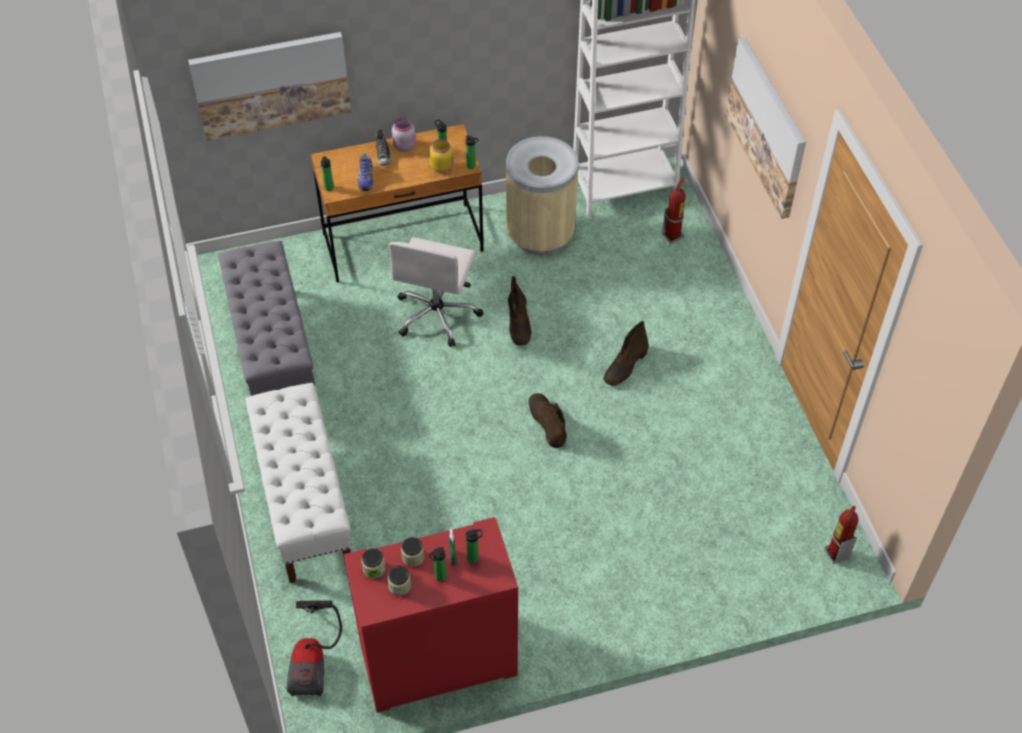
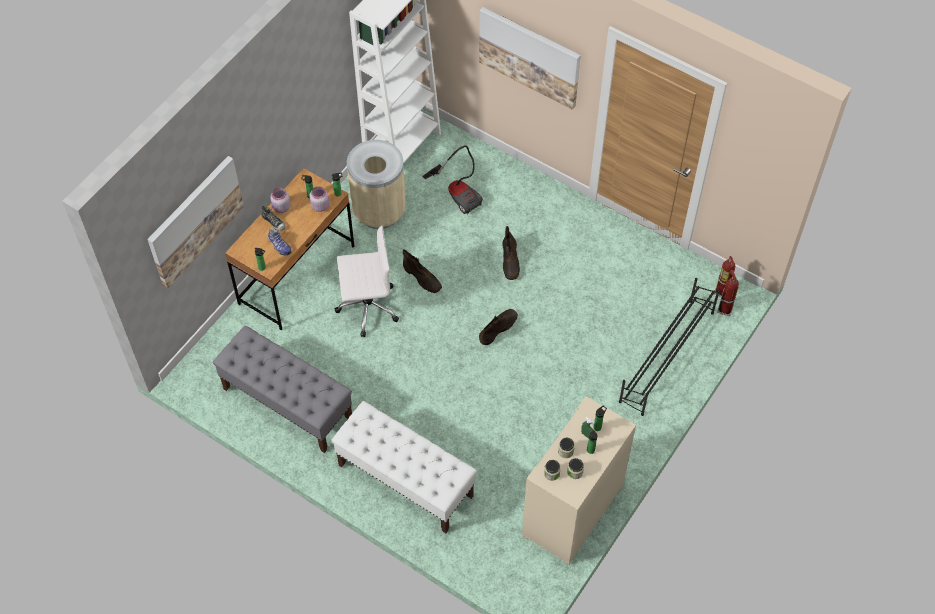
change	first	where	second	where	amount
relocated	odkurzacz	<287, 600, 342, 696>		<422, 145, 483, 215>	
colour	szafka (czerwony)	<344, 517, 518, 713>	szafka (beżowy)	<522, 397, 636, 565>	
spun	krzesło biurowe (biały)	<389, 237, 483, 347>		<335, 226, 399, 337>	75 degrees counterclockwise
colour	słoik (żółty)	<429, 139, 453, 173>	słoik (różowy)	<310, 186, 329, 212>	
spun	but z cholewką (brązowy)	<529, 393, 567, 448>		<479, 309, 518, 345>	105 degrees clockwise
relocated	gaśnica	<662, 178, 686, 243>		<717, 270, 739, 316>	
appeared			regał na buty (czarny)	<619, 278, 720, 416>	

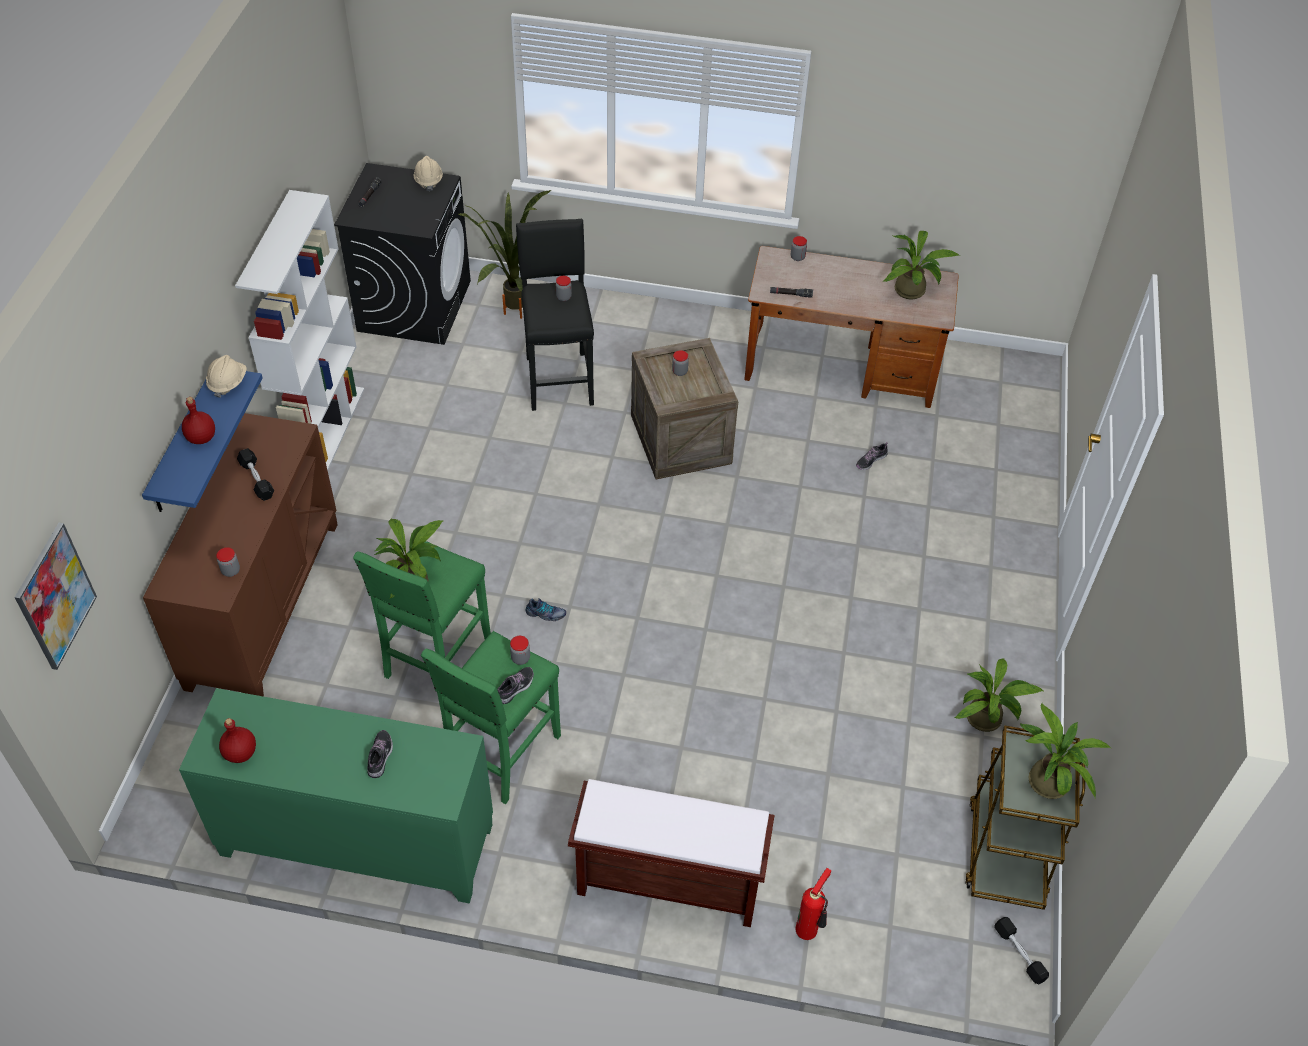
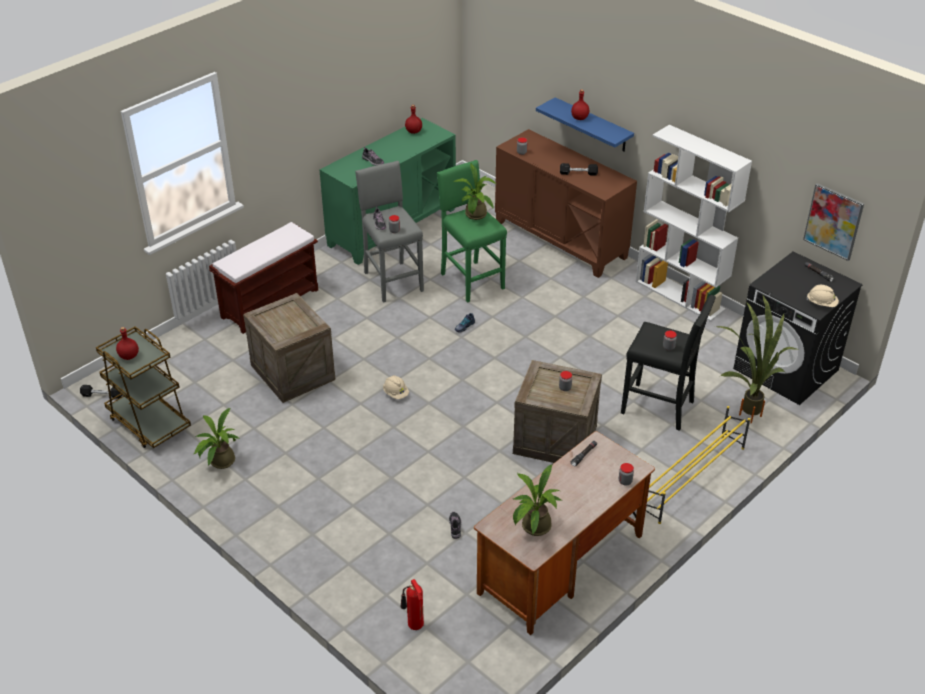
change	first	where	second	where	amount
relocated	obraz	<14, 523, 97, 670>		<803, 183, 864, 261>	
relocated	kask (beżowy)	<206, 355, 247, 398>		<383, 375, 409, 399>	
colour	stołek (zielony)	<421, 631, 561, 804>	stołek (szary)	<355, 161, 424, 303>	
relocated	gaśnica	<795, 868, 831, 940>		<401, 579, 424, 630>	
exchanged	roślina doniczkowa	<1020, 703, 1111, 799>	butelka (czerwony)	<116, 327, 139, 360>	
appeared			skrzynka	<243, 293, 335, 403>	
appeared			regał na buty (żółty)	<646, 406, 750, 524>	

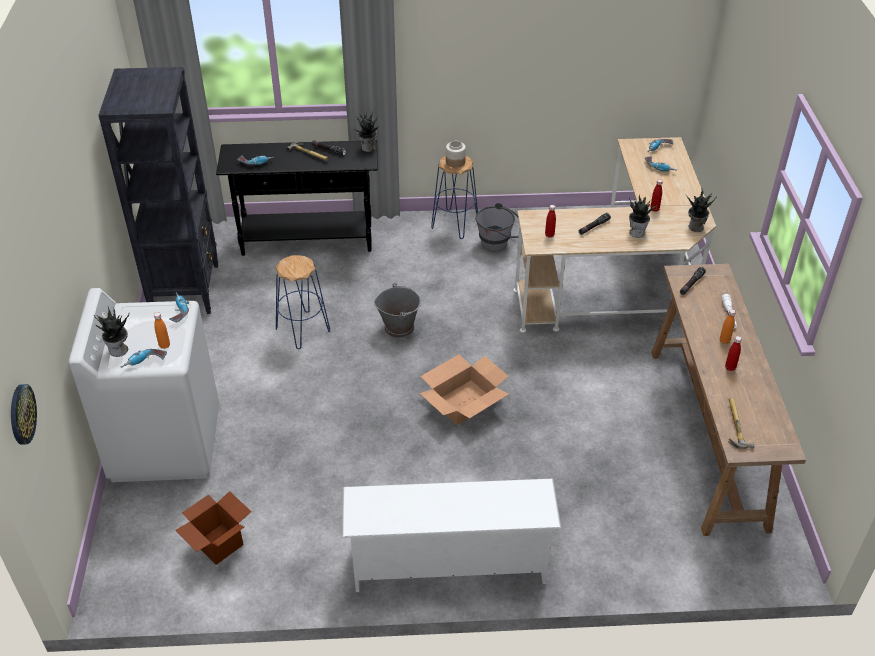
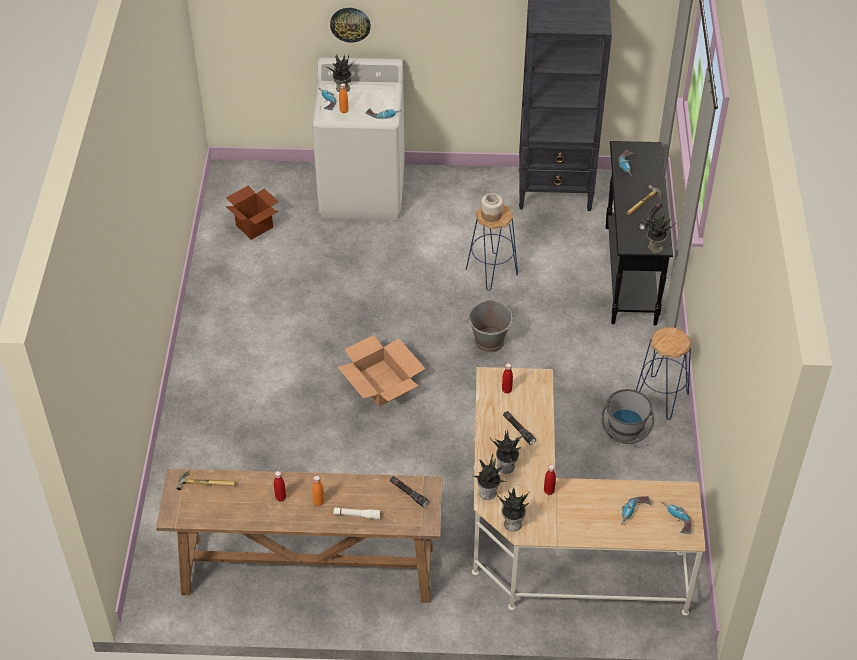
change	first	where	second	where	amount
relocated	zegar ścienny	<11, 384, 37, 445>		<330, 8, 371, 43>	
missing	regał na buty (biały)	<342, 478, 562, 592>			
relocated	słoik	<446, 141, 466, 168>		<481, 194, 503, 222>	
appeared			roślina doniczkowa	<472, 454, 507, 500>	

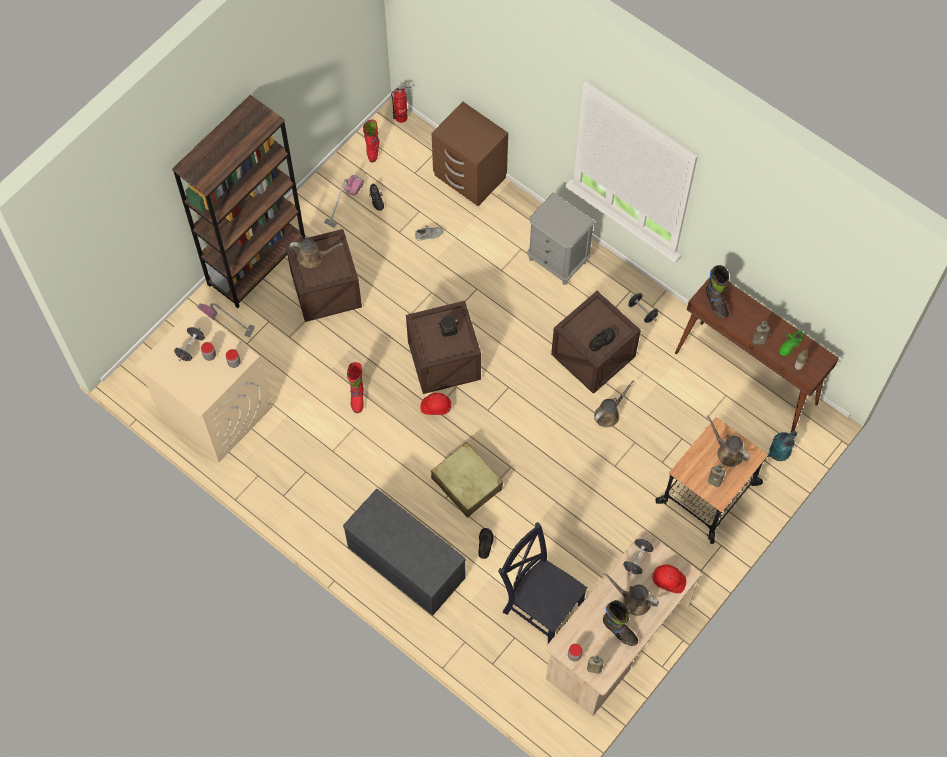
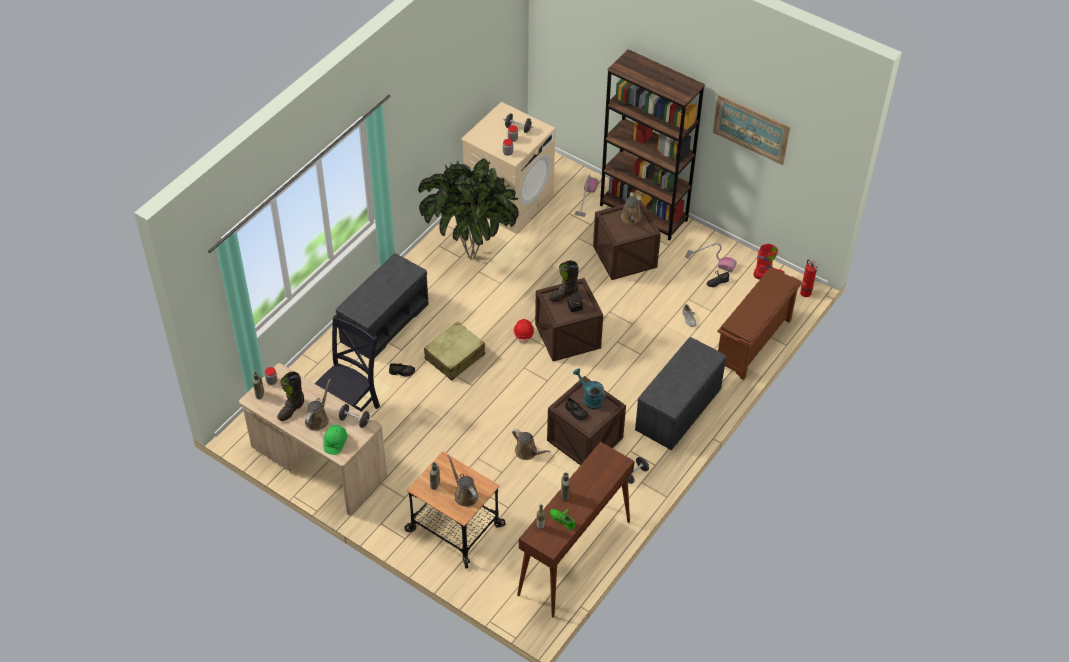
change	first	where	second	where	amount
missing	but z cholewką (czerwony)	<347, 362, 364, 413>			
exchanged	szafka nocna (brązowy)	<432, 102, 508, 206>	regał na buty (brązowy)	<717, 267, 802, 380>	
exchanged	szafka nocna (szary)	<527, 193, 595, 285>	ławka (szary)	<635, 337, 726, 450>	
colour	kask (czerwony)	<652, 564, 686, 593>	kask (zielony)	<323, 425, 348, 455>	
relocated	but z cholewką (czarny)	<705, 265, 729, 319>		<548, 260, 579, 302>	
spun	konewka (brązowy)	<707, 415, 750, 467>		<447, 455, 478, 507>	75 degrees counterclockwise
relocated	konewka (turkusowy)	<763, 430, 797, 462>		<573, 368, 606, 409>	
appeared			roślina doniczkowa	<418, 159, 519, 259>	
appeared			obraz	<713, 94, 790, 165>	

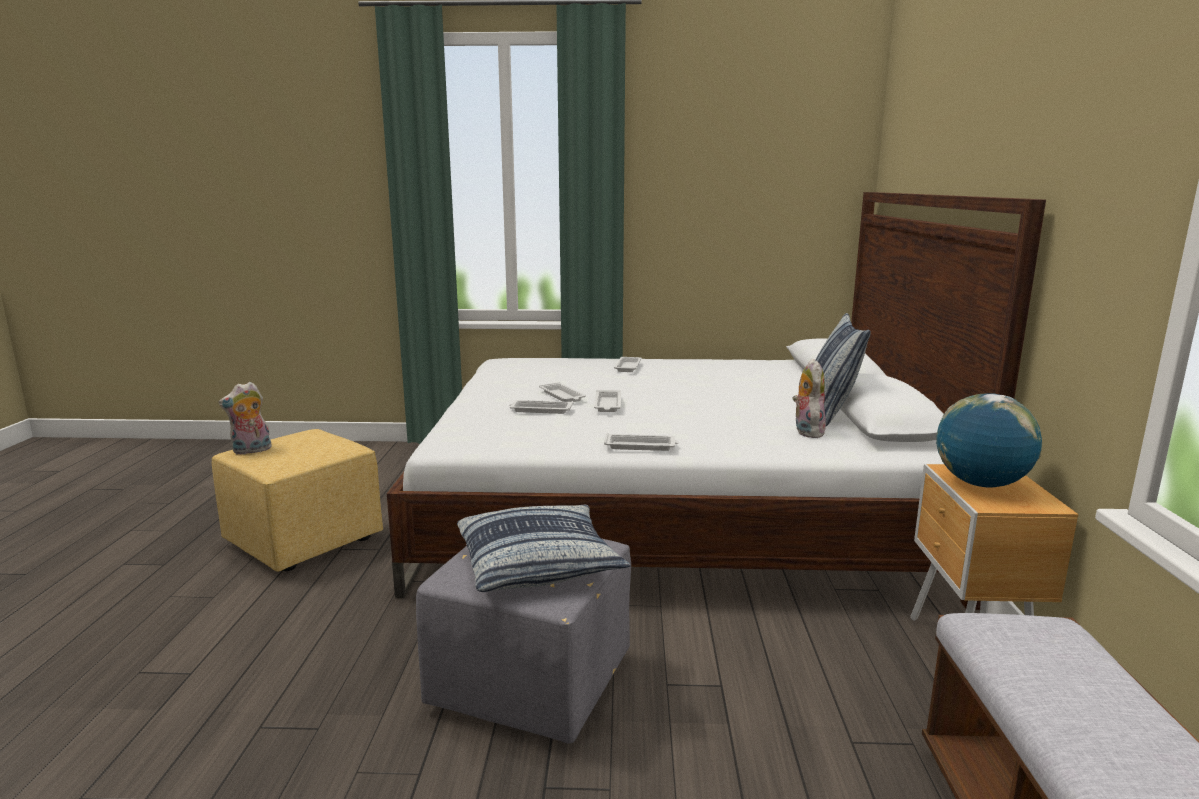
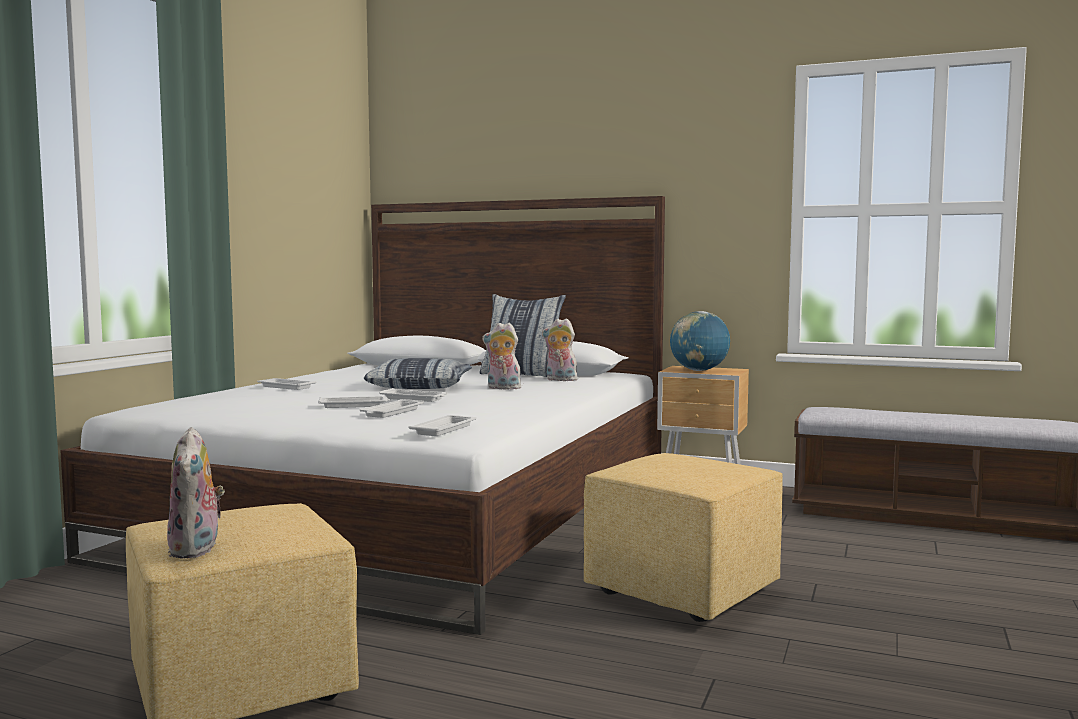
change	first	where	second	where	amount
colour	pufa (szary)	<416, 538, 631, 744>	pufa (żółty)	<584, 453, 783, 622>	
relocated	poduszka	<457, 505, 630, 592>		<364, 358, 472, 389>	
relocated	taca (biały)	<604, 433, 679, 451>		<409, 415, 477, 436>	
appeared			pluszak	<482, 323, 521, 390>	

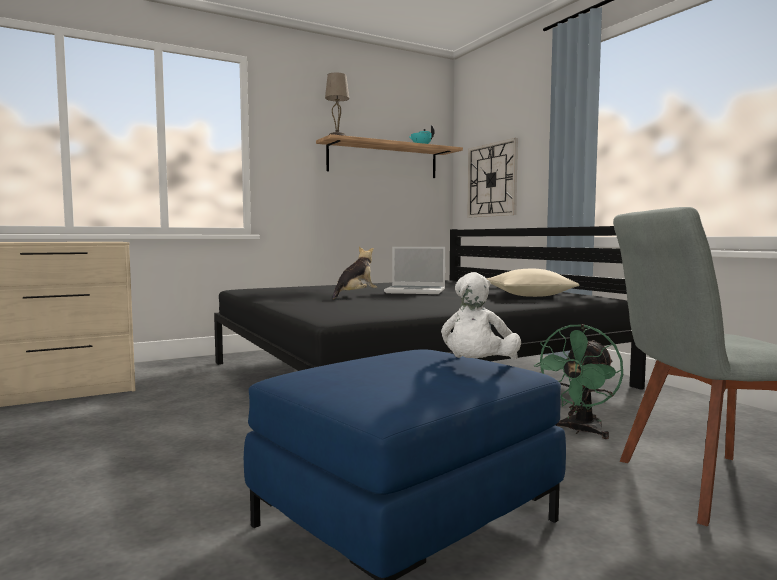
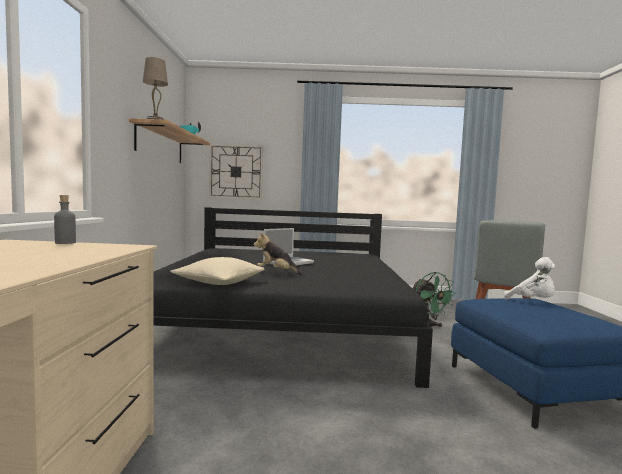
change	first	where	second	where	amount
spun	pluszak	<333, 247, 377, 299>		<254, 233, 304, 276>	45 degrees counterclockwise
relocated	poduszka (beżowy)	<486, 269, 580, 297>		<171, 257, 265, 285>	
appeared			butelka (szary)	<54, 195, 76, 244>	

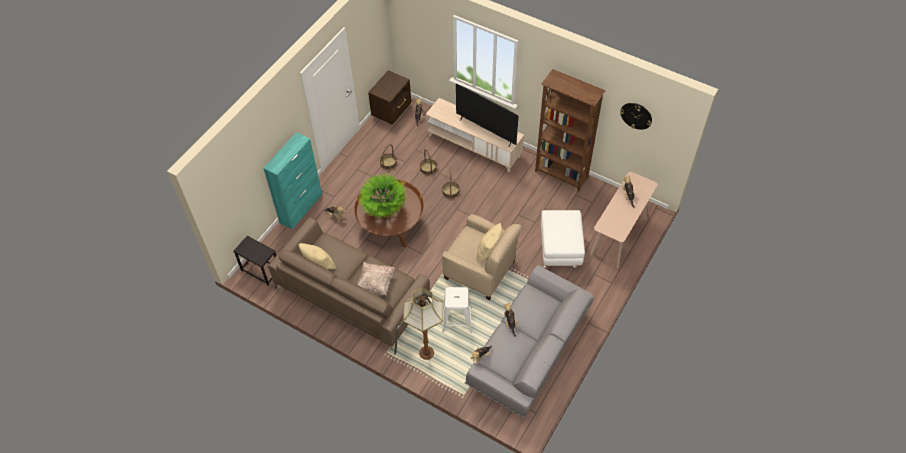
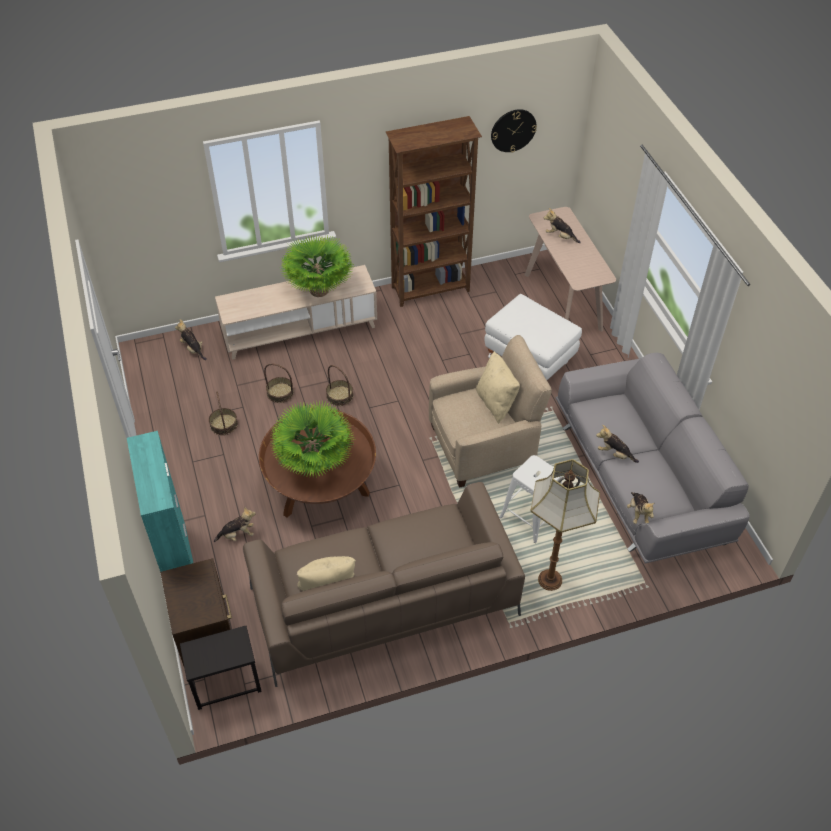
change	first	where	second	where	amount
missing	poduszka (beżowy)	<357, 262, 395, 295>			
relocated	szafka nocna (brązowy)	<368, 70, 411, 125>		<160, 558, 232, 666>	
exchanged	telewizor	<456, 83, 519, 147>	roślina doniczkowa	<280, 235, 354, 297>	

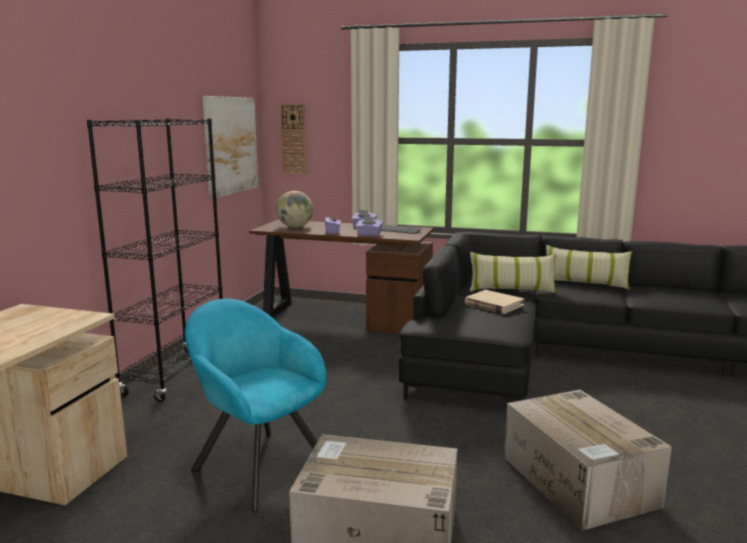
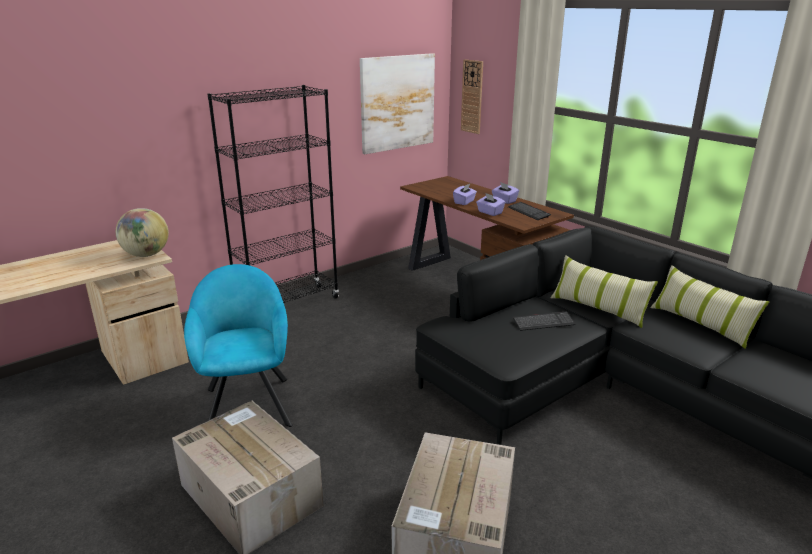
change	first	where	second	where	amount
relocated	globus	<276, 191, 313, 228>		<116, 208, 169, 257>	
exchanged	książka (beżowy)	<465, 290, 524, 314>	klawiatura	<513, 312, 576, 331>	

